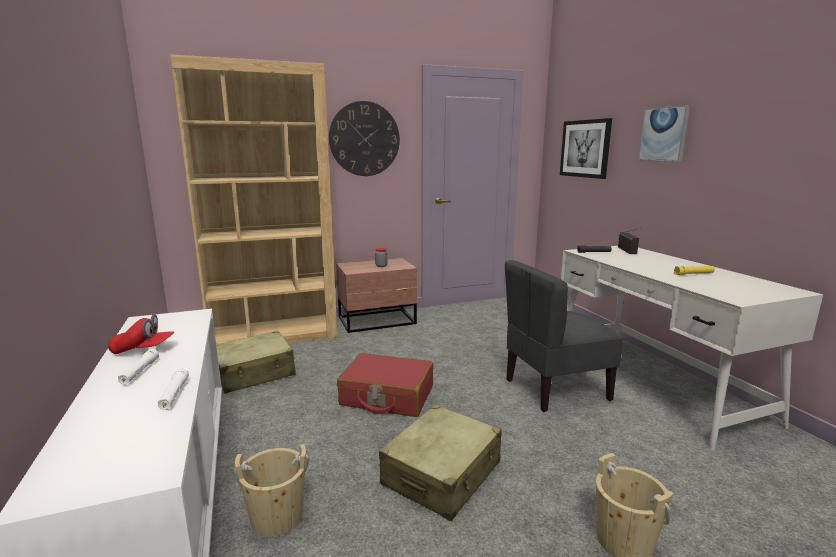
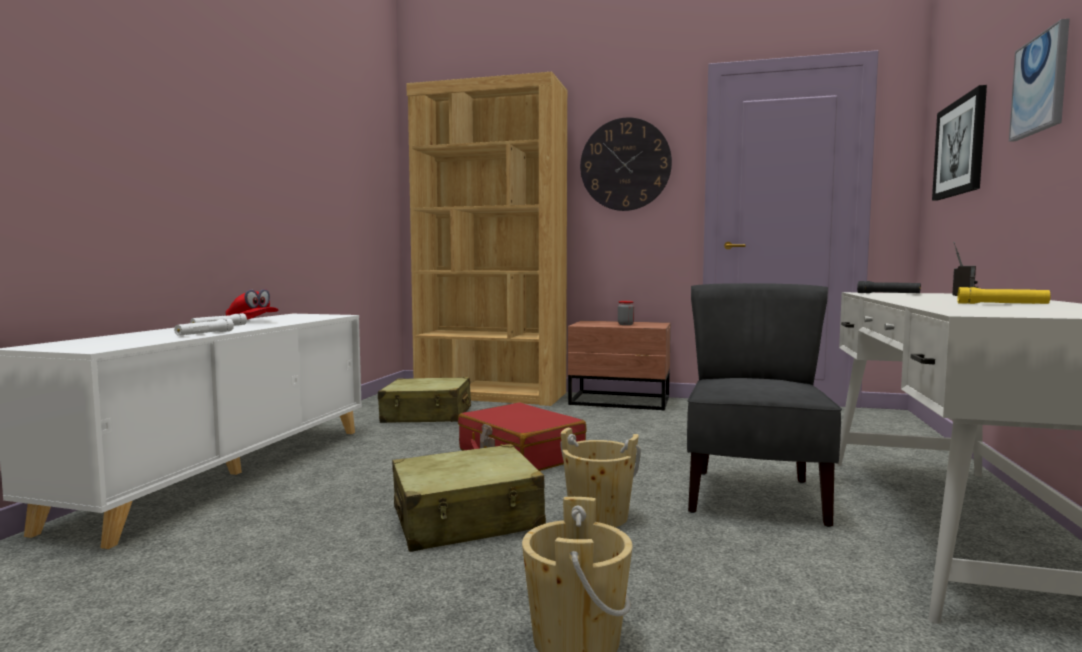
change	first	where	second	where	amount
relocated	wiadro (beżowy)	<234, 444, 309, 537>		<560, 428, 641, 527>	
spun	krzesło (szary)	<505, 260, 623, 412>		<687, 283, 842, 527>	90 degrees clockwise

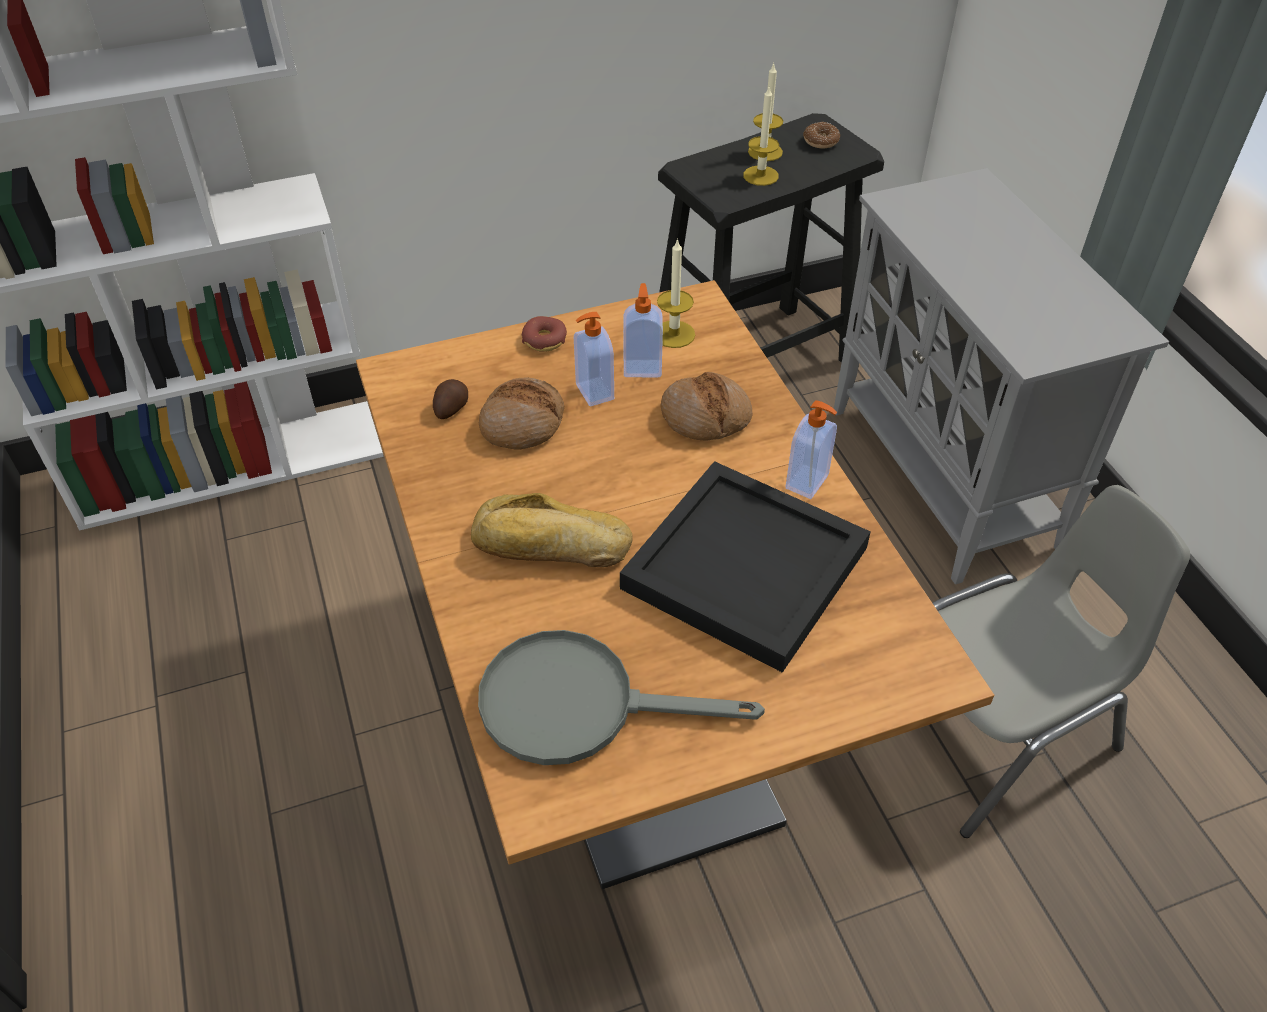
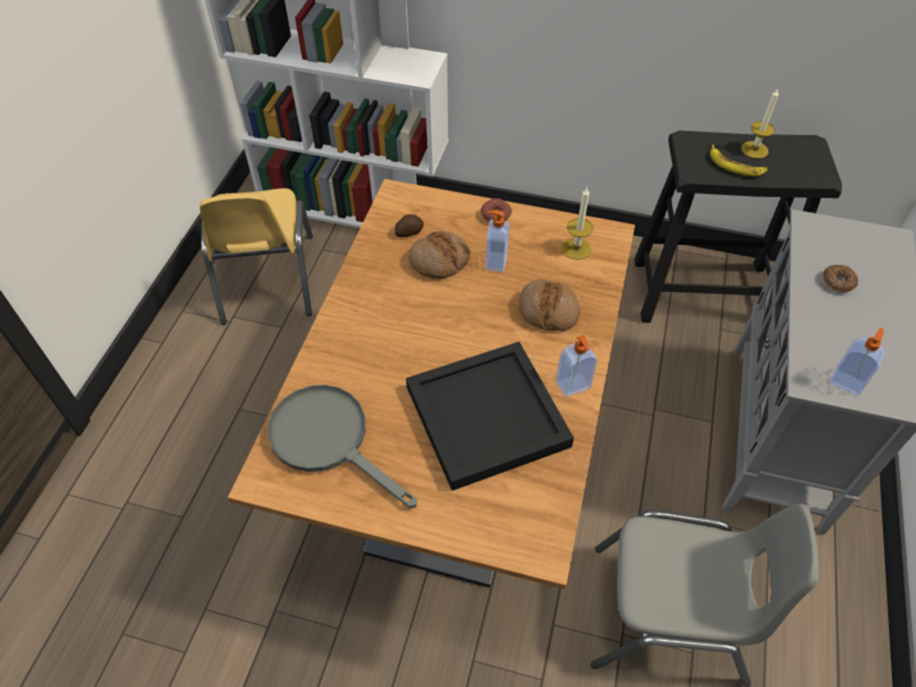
change	first	where	second	where	amount
missing	chleb	<471, 493, 633, 567>			
relocated	dozownik mydła	<623, 283, 663, 377>		<829, 328, 885, 396>	
exchanged	świeca	<743, 85, 779, 186>	banan	<710, 145, 768, 177>	
relocated	donut	<803, 122, 840, 148>		<823, 265, 858, 292>	
appeared			krzesło (żółty)	<200, 188, 313, 325>	

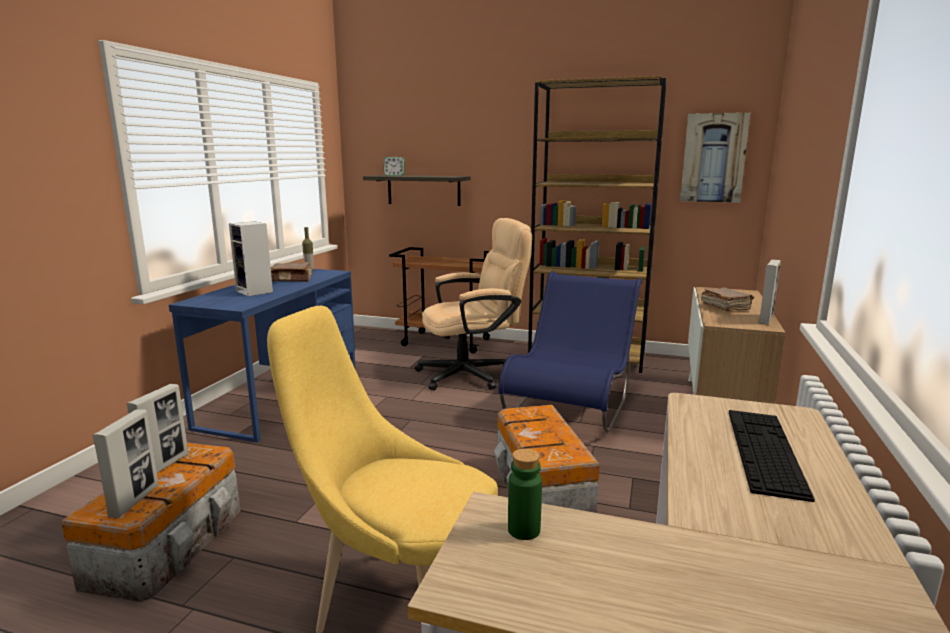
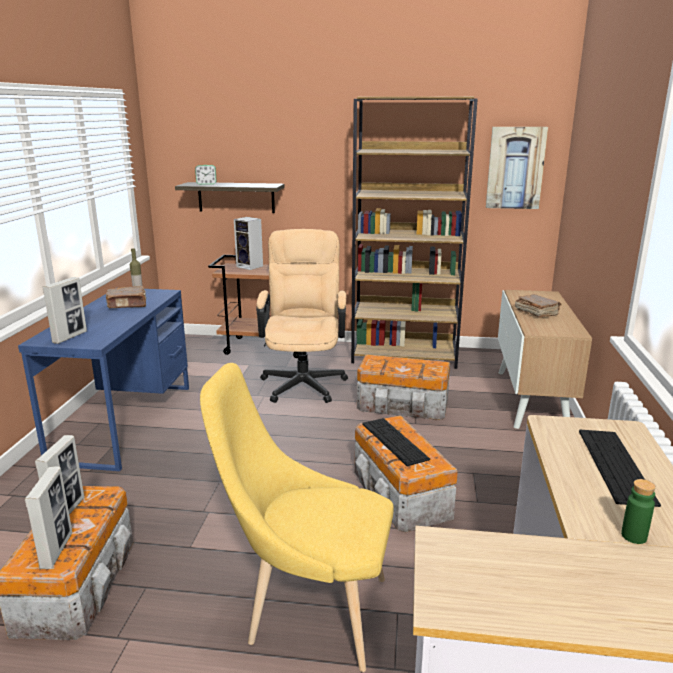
change	first	where	second	where	amount
relocated	głośnik	<229, 221, 273, 296>		<234, 217, 263, 270>	
spun	krzesło biurowe (beżowy)	<415, 218, 532, 391>		<256, 229, 348, 403>	60 degrees counterclockwise
exchanged	krzesło (niebieski)	<498, 271, 642, 432>	pojemnik do przechowywania	<357, 354, 450, 420>	
relocated	butelka (zielony)	<508, 448, 542, 540>		<621, 479, 656, 544>	
relocated	ramka na zdjęcie	<759, 260, 781, 325>		<43, 277, 87, 344>	
appeared			klawiatura	<362, 418, 430, 466>	

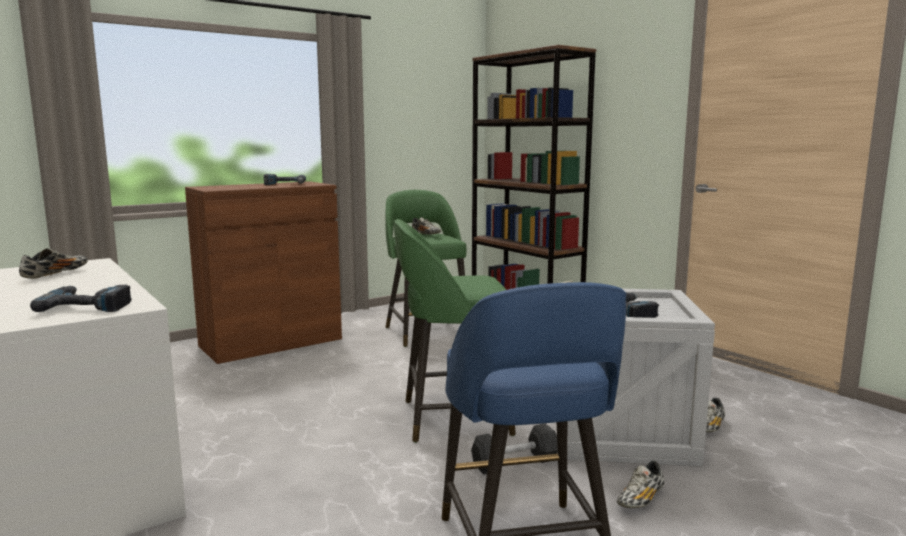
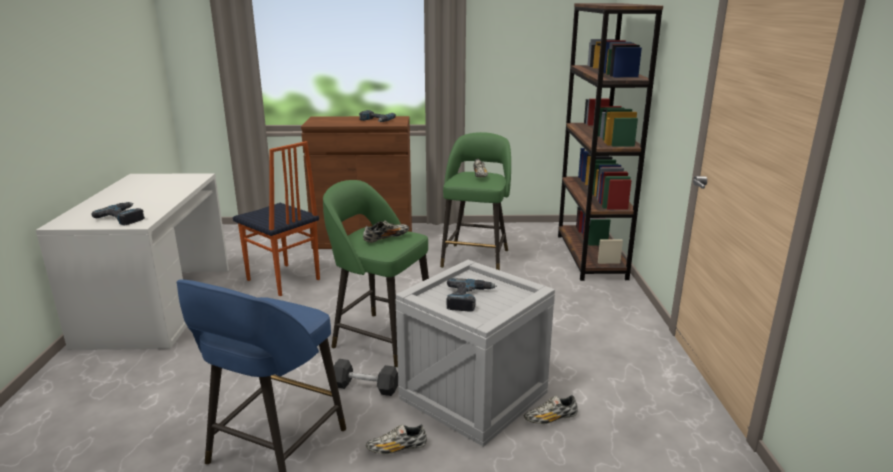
change	first	where	second	where	amount
relocated	but	<19, 248, 88, 279>		<363, 221, 409, 243>	
appeared			krzesło	<233, 141, 320, 296>	

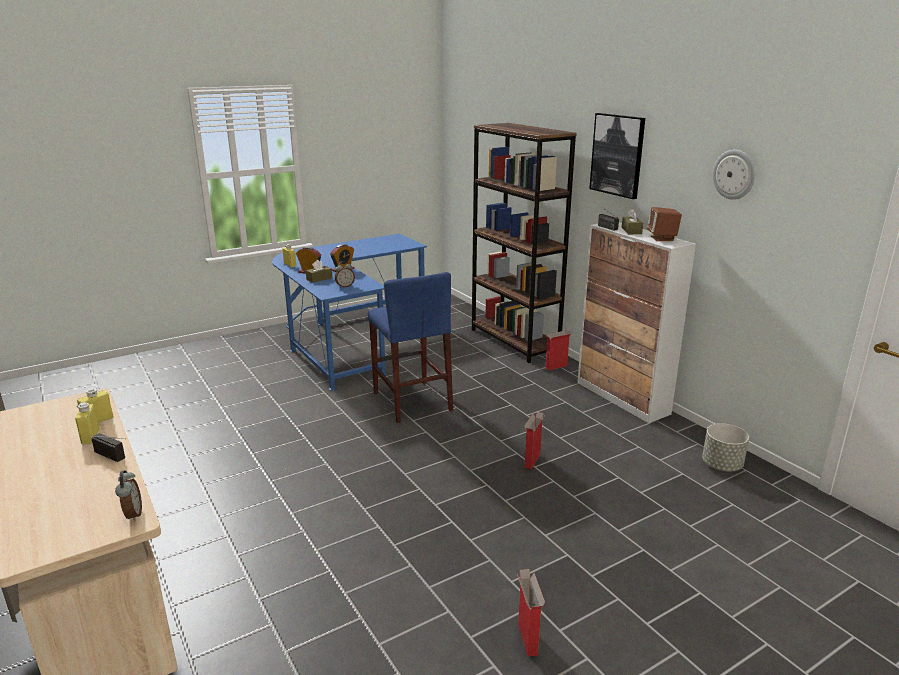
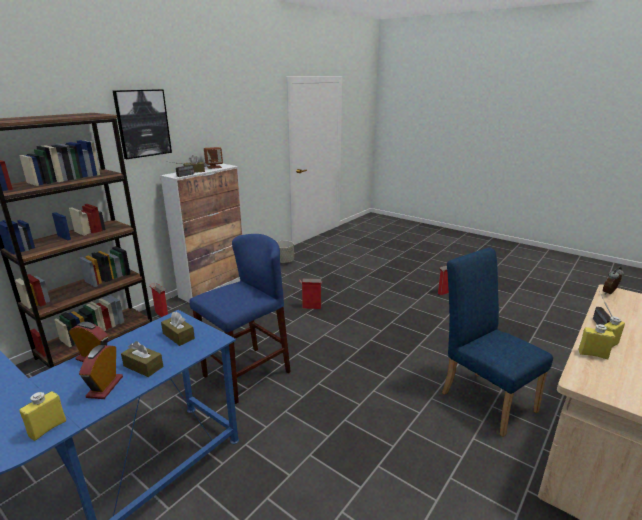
change	first	where	second	where	amount
exchanged	budzik	<335, 261, 355, 288>	pudełko chusteczek (brązowy)	<161, 312, 195, 346>	
missing	zegar ścienny	<713, 150, 755, 200>			
appeared			krzesło (niebieski)	<442, 247, 553, 437>	

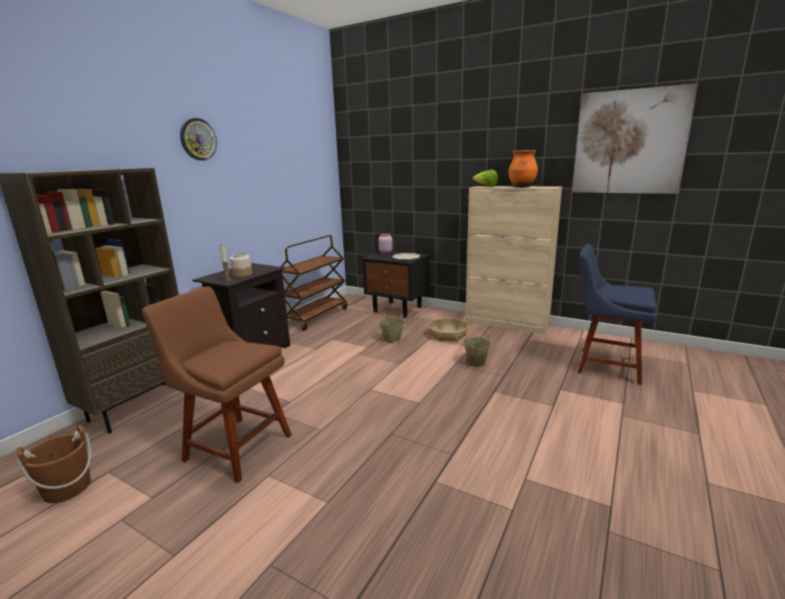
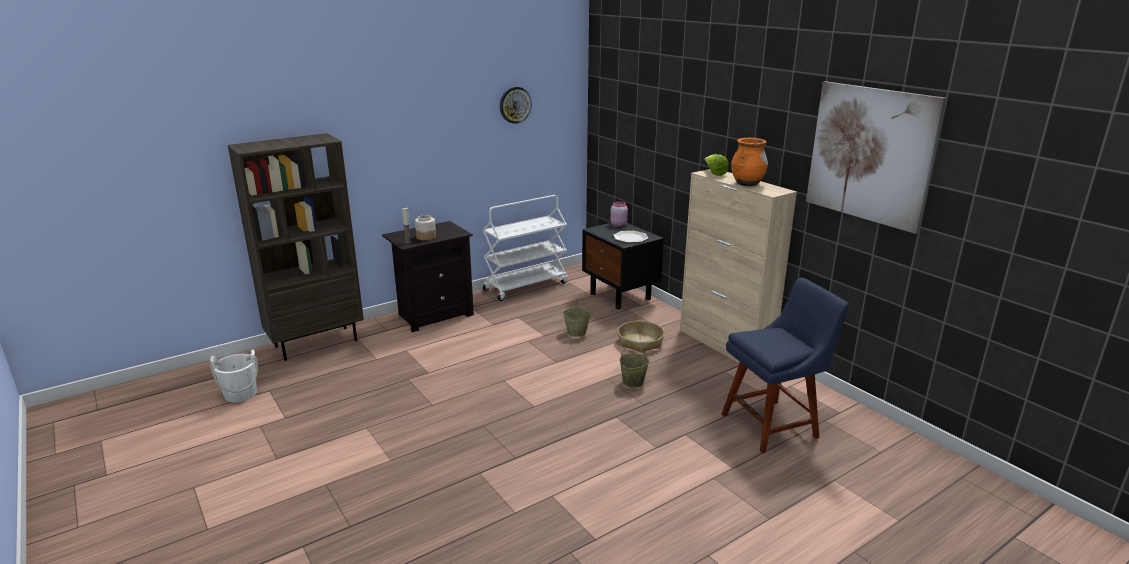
change	first	where	second	where	amount
colour	wiadro (brązowy)	<16, 425, 91, 503>	wiadro (biały)	<210, 349, 258, 403>	
missing	krzesło (brązowy)	<142, 286, 292, 483>			
relocated	zegar ścienny	<180, 118, 217, 161>		<500, 87, 532, 124>	
colour	wózek (brązowy)	<280, 235, 347, 331>	wózek (biały)	<483, 195, 568, 301>	
spun	krzesło (niebieski)	<578, 244, 657, 385>		<721, 278, 849, 453>	105 degrees clockwise

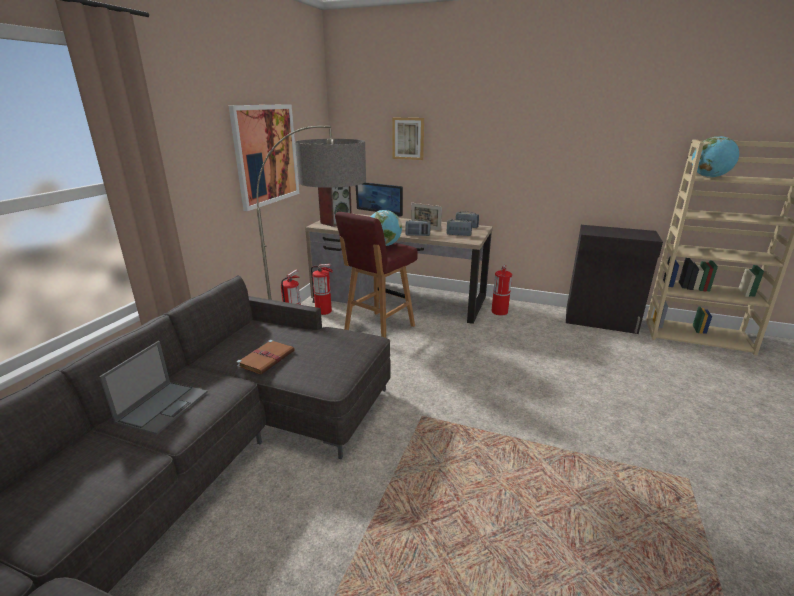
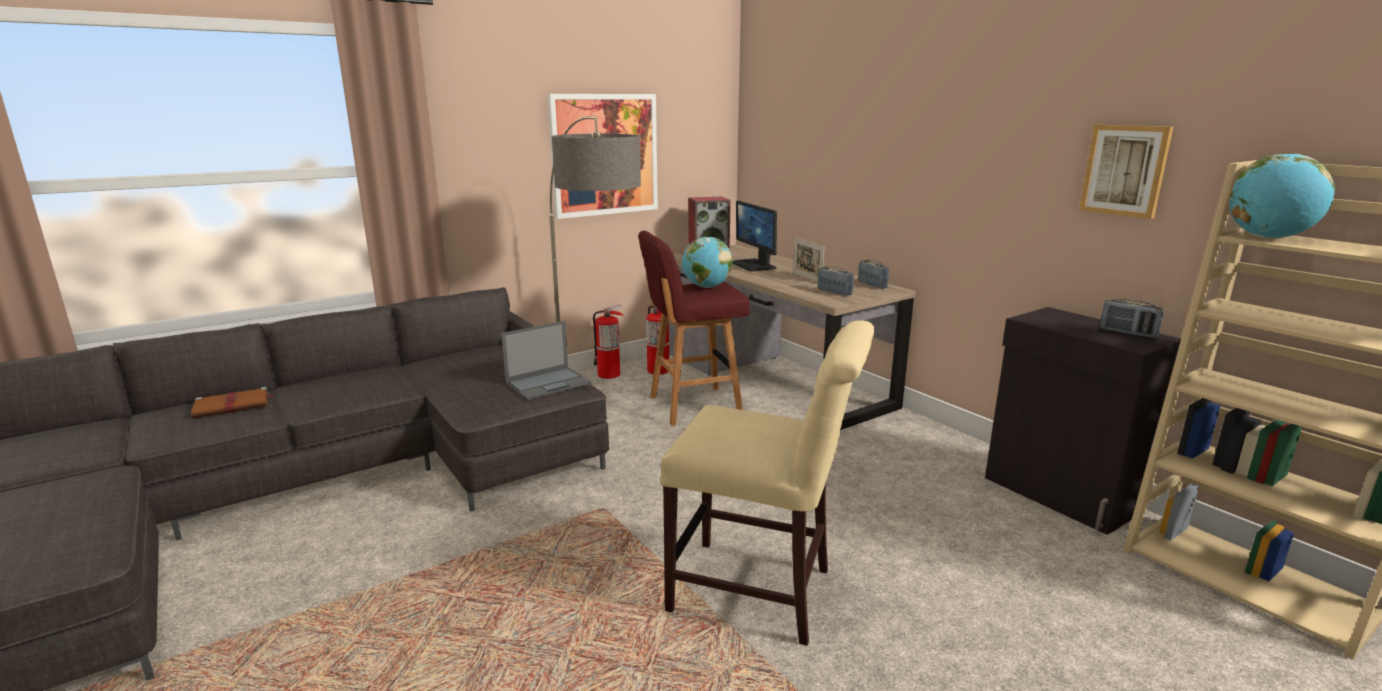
change	first	where	second	where	amount
relocated	laptop	<99, 341, 208, 435>		<501, 321, 591, 400>	
relocated	książka (brązowy)	<236, 340, 295, 374>		<191, 387, 274, 419>	
relocated	obraz	<392, 118, 424, 160>		<1079, 125, 1173, 219>	
relocated	radio	<405, 219, 431, 236>		<1099, 299, 1164, 338>	
missing	gaśnica	<492, 265, 512, 316>			
appeared			krzesło (beżowy)	<660, 320, 874, 646>	

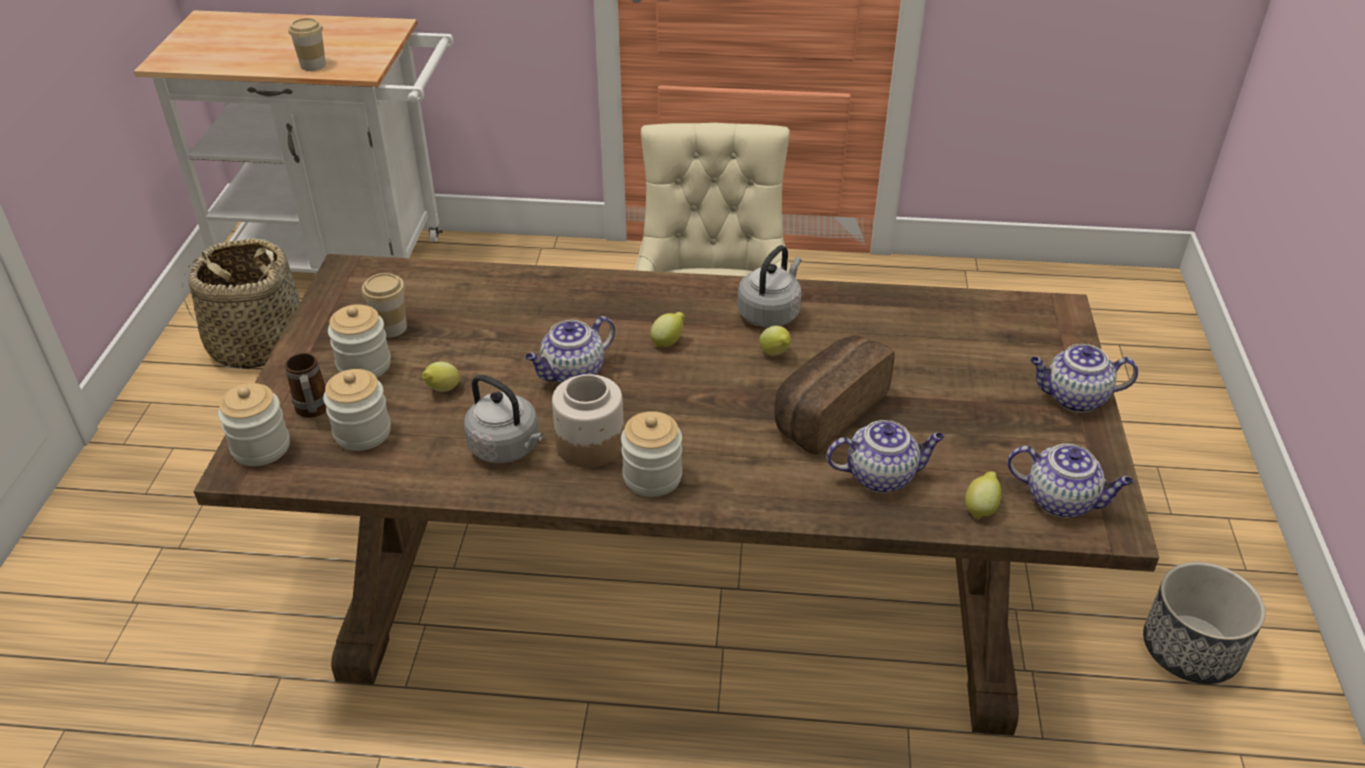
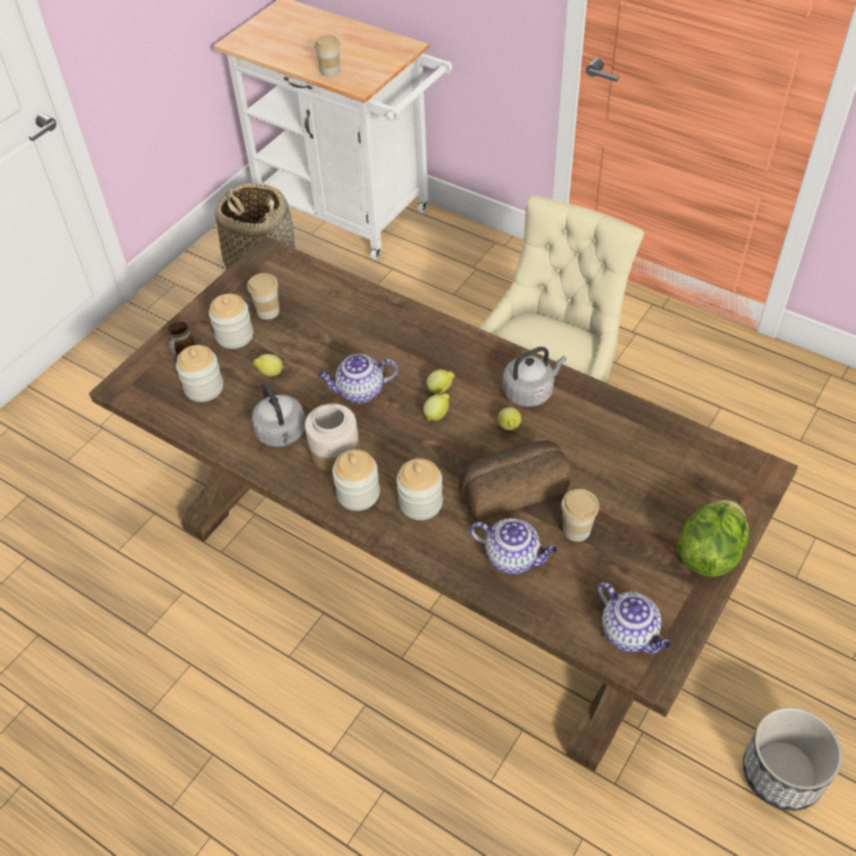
change	first	where	second	where	amount
relocated	słoik	<218, 383, 290, 466>		<396, 458, 443, 520>	
relocated	cytryna	<965, 471, 1001, 520>		<423, 393, 450, 421>	
exchanged	imbryk	<1030, 344, 1138, 412>	sałata	<677, 500, 749, 577>	
appeared			filiżanka	<561, 489, 599, 542>	

